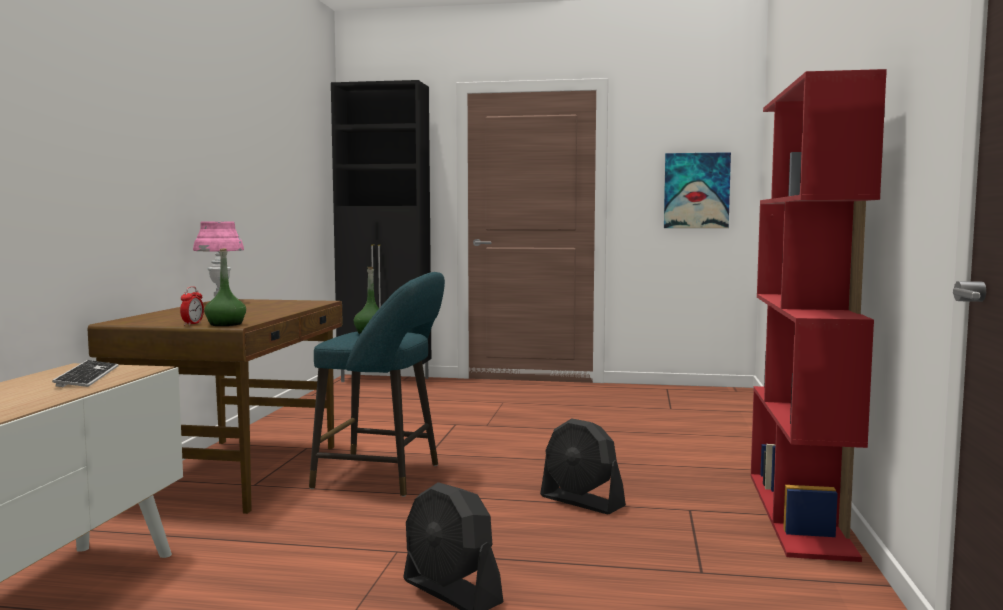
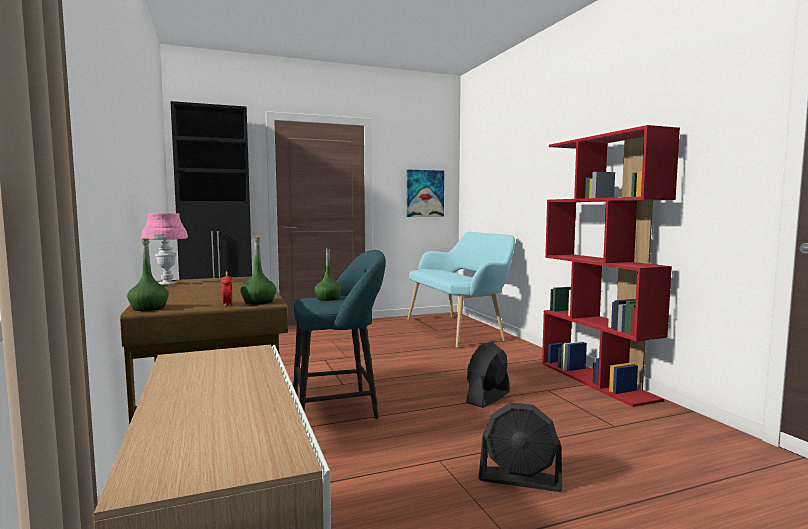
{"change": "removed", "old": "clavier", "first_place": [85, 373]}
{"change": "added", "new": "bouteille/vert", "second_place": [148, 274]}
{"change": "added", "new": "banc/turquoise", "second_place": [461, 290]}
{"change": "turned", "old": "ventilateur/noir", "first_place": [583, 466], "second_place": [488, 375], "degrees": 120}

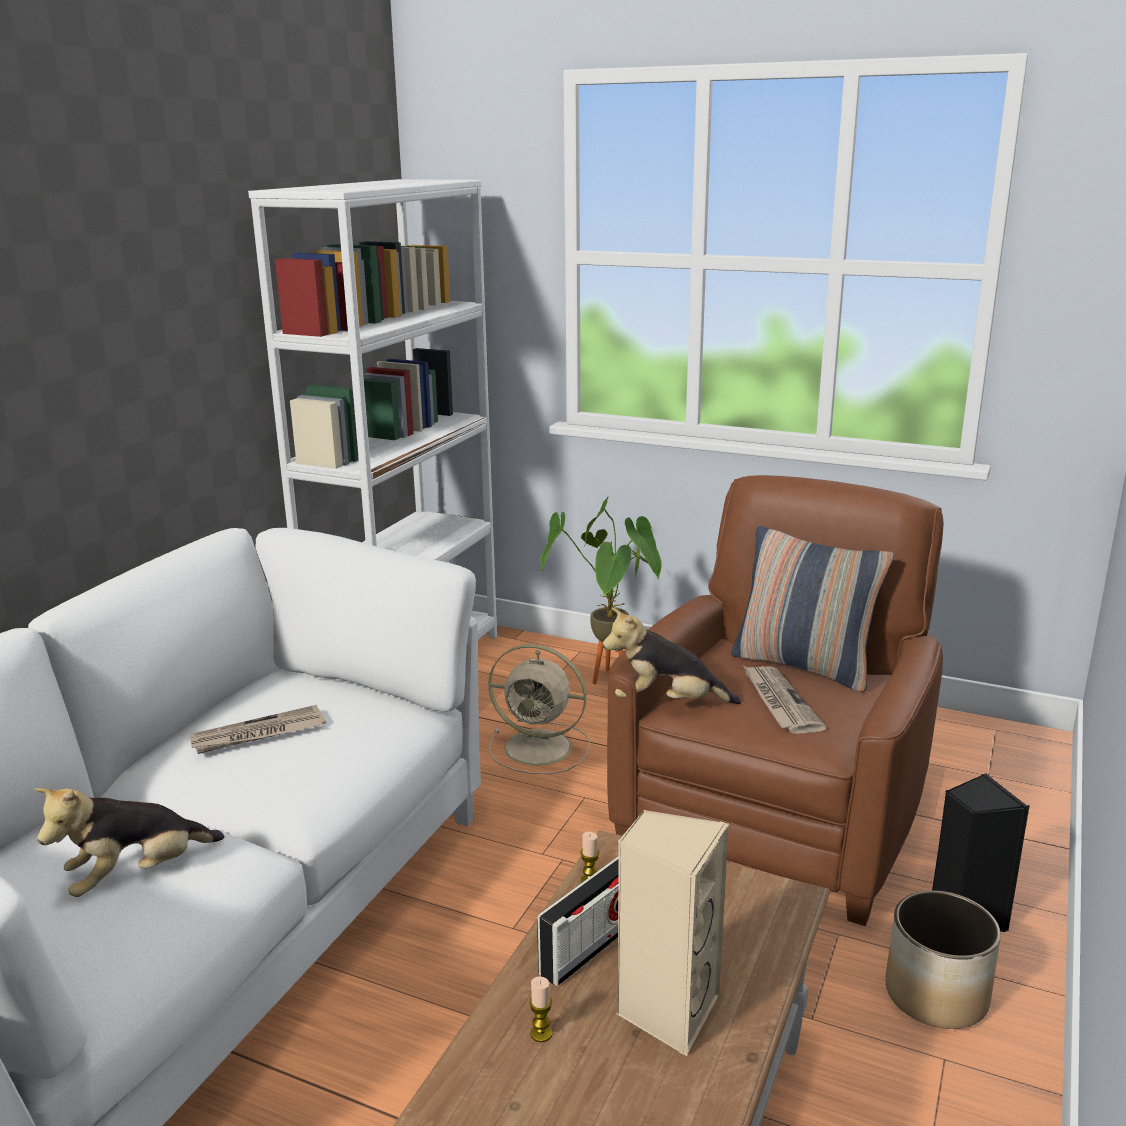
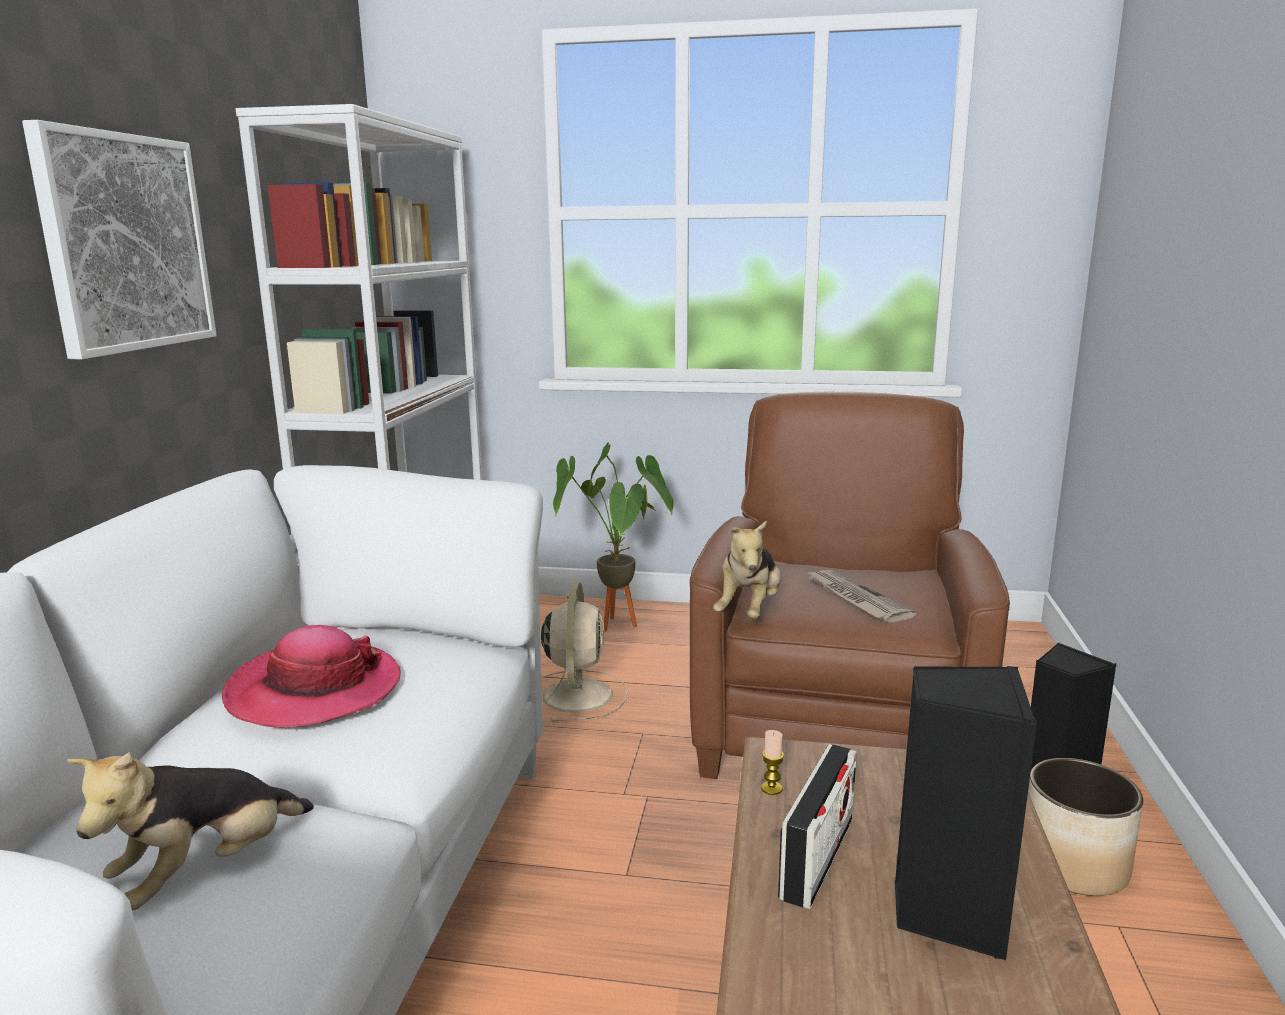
{"change": "removed", "old": "bougie", "first_place": [541, 1009]}
{"change": "removed", "old": "coussin", "first_place": [812, 609]}
{"change": "added", "new": "tableau", "second_place": [119, 239]}
{"change": "replaced", "old": "journal", "new": "chapeau", "first_place": [258, 729], "second_place": [311, 676]}
{"change": "recoloured", "old": "enceinte/beige", "new": "enceinte/noir", "first_place": [672, 932], "second_place": [966, 813]}
{"change": "turned", "old": "ventilateur/beige", "first_place": [539, 709], "second_place": [584, 653], "degrees": -90}
{"change": "turned", "old": "peluche", "first_place": [672, 656], "second_place": [747, 569], "degrees": -60}

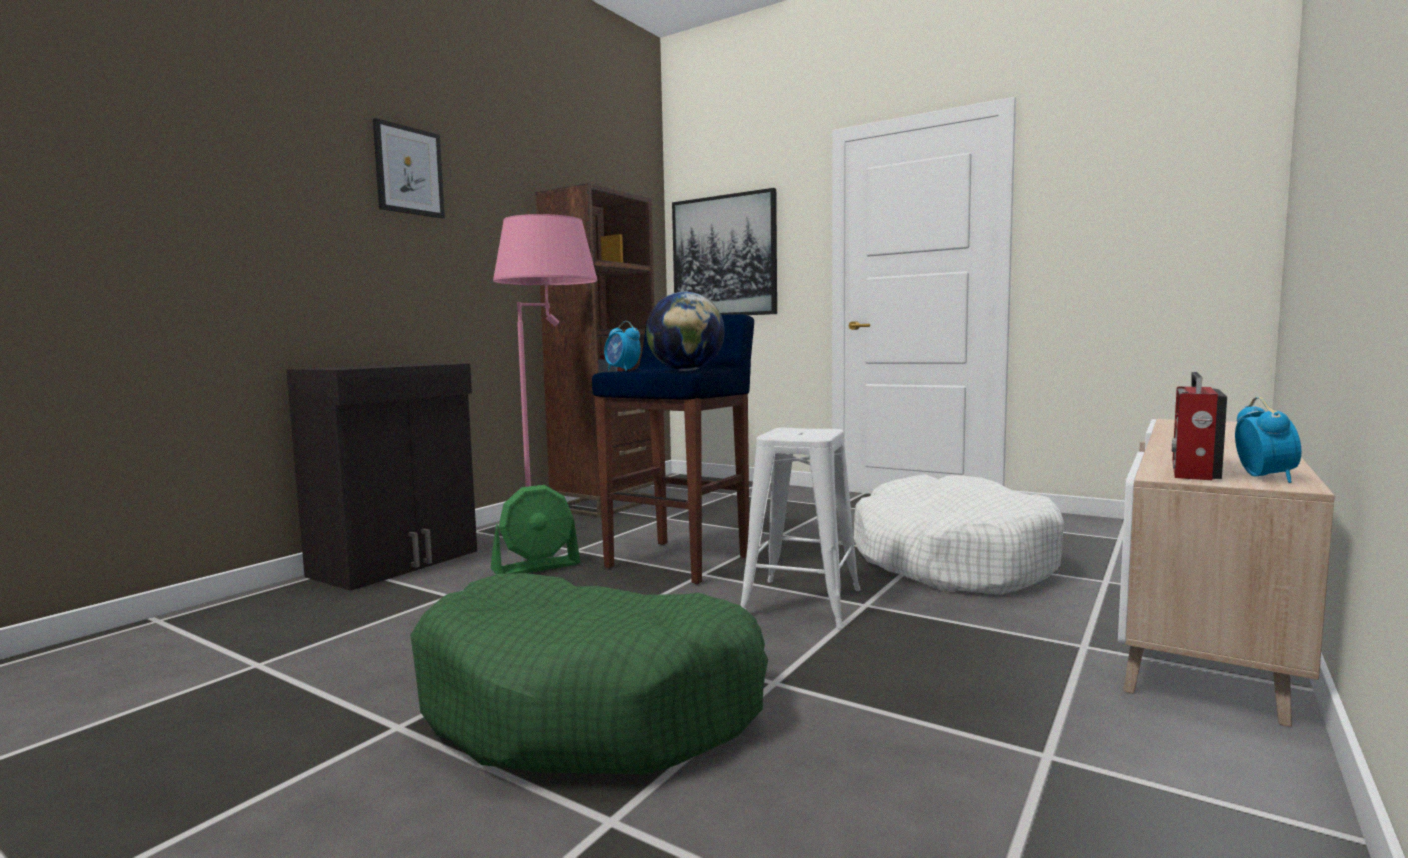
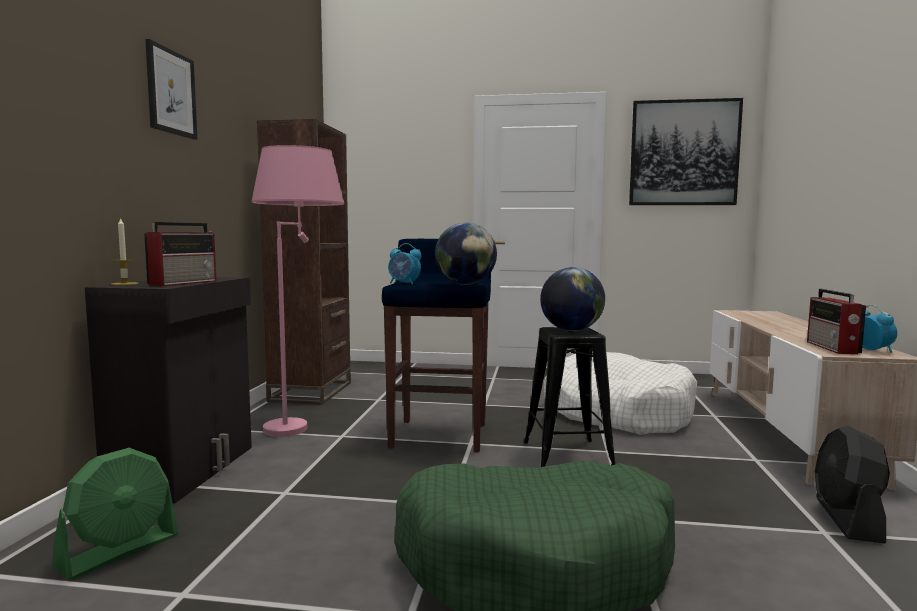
{"change": "added", "new": "bougie", "second_place": [125, 251]}
{"change": "added", "new": "radio", "second_place": [180, 254]}
{"change": "added", "new": "globe", "second_place": [572, 299]}
{"change": "added", "new": "ventilateur/noir", "second_place": [852, 484]}
{"change": "moved", "old": "ventilateur/vert", "first_place": [535, 529], "second_place": [115, 514]}
{"change": "moved", "old": "tableau", "first_place": [724, 251], "second_place": [686, 151]}
{"change": "recoloured", "old": "tabouret/blanc", "new": "tabouret/noir", "first_place": [800, 528], "second_place": [569, 397]}

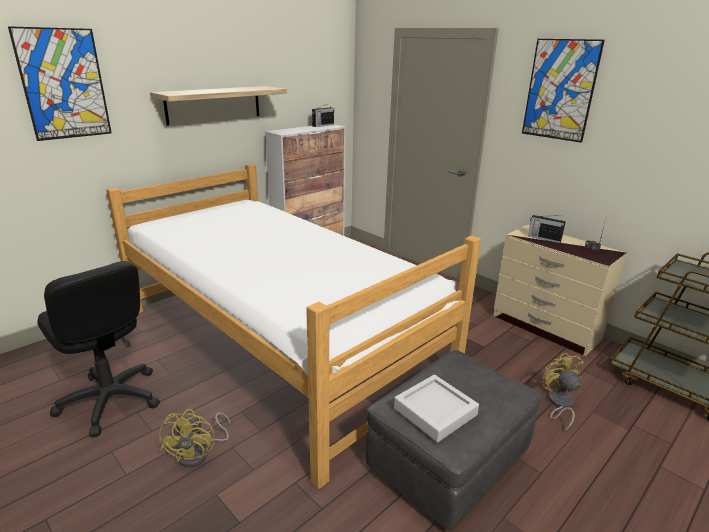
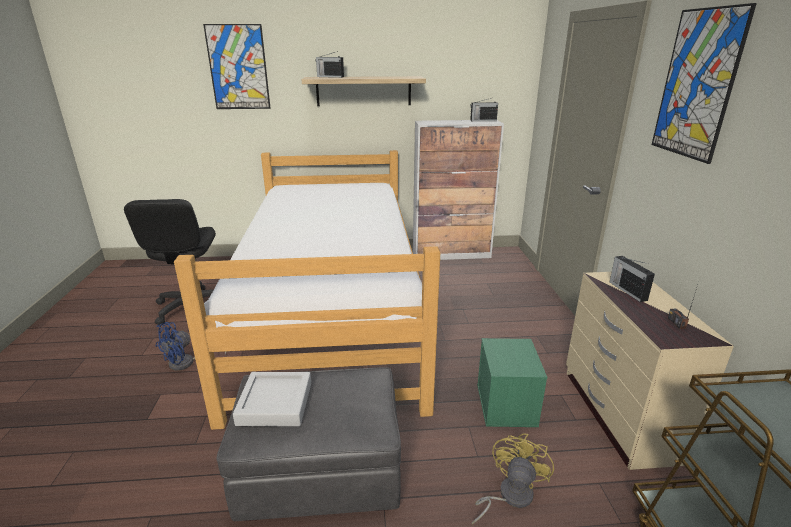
{"change": "added", "new": "radio", "second_place": [330, 64]}
{"change": "added", "new": "boîte de rangement/vert", "second_place": [512, 382]}
{"change": "recoloured", "old": "ventilateur/jaune", "new": "ventilateur/bleu", "first_place": [194, 438], "second_place": [191, 346]}

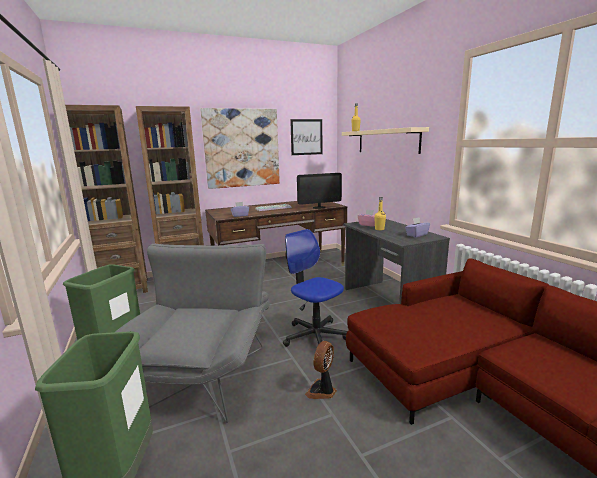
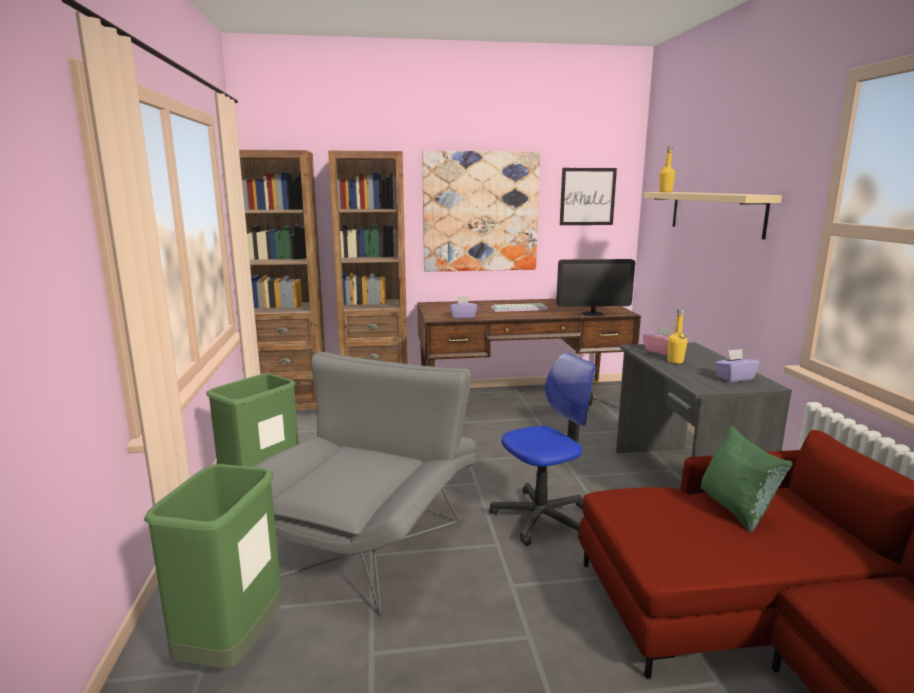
{"change": "removed", "old": "ventilateur", "first_place": [321, 370]}
{"change": "added", "new": "coussin/vert", "second_place": [746, 479]}
{"change": "turned", "old": "chaise de bureau", "first_place": [315, 288], "second_place": [542, 449], "degrees": 90}

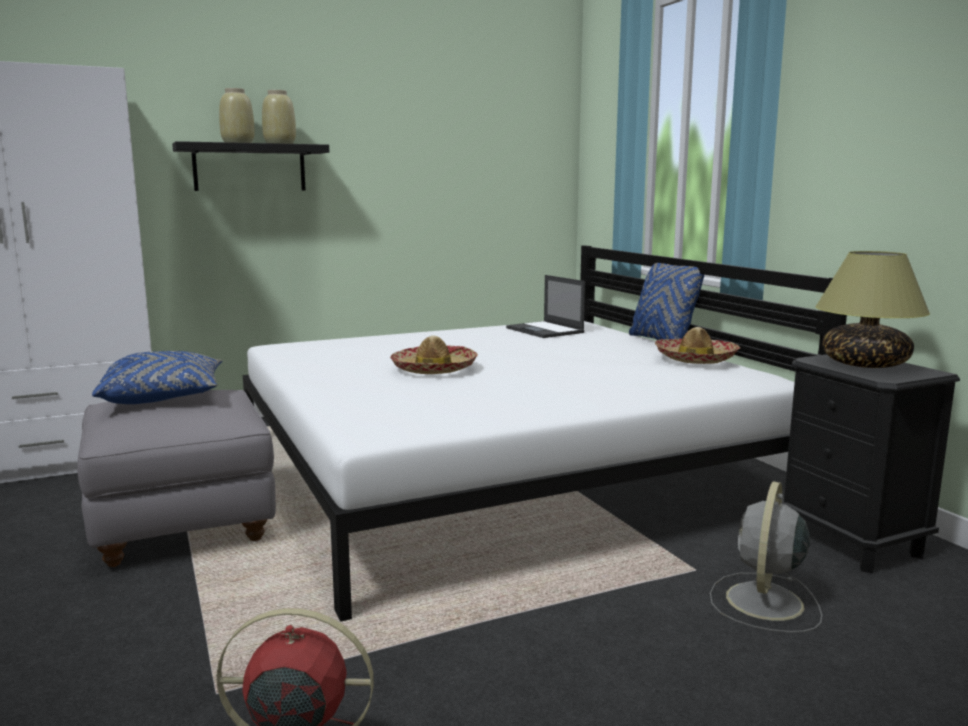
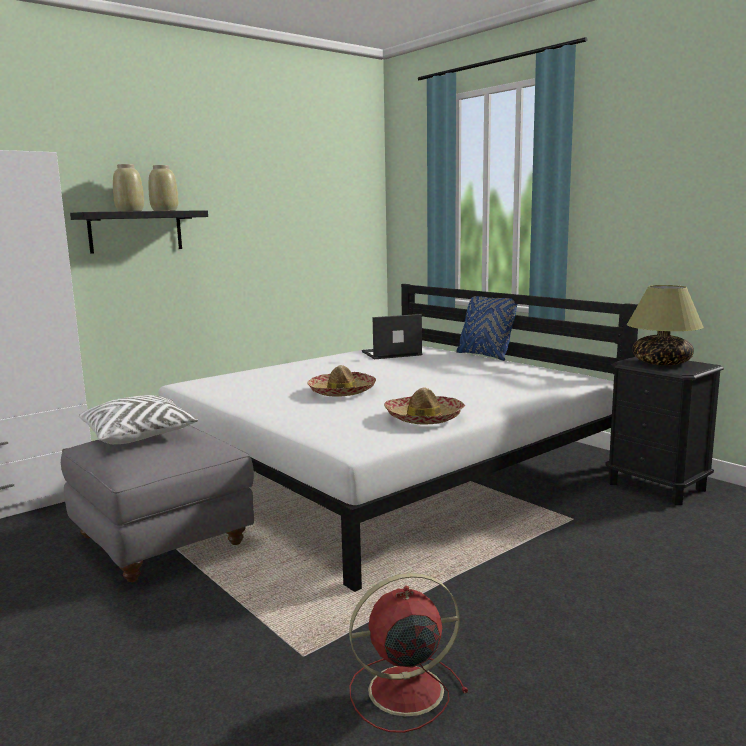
{"change": "removed", "old": "ventilateur/gris", "first_place": [766, 557]}
{"change": "moved", "old": "chapeau", "first_place": [698, 345], "second_place": [424, 406]}
{"change": "recoloured", "old": "coussin/bleu", "new": "coussin/blanc", "first_place": [157, 377], "second_place": [138, 419]}
{"change": "turned", "old": "ordinateur portable", "first_place": [545, 306], "second_place": [392, 336], "degrees": 120}

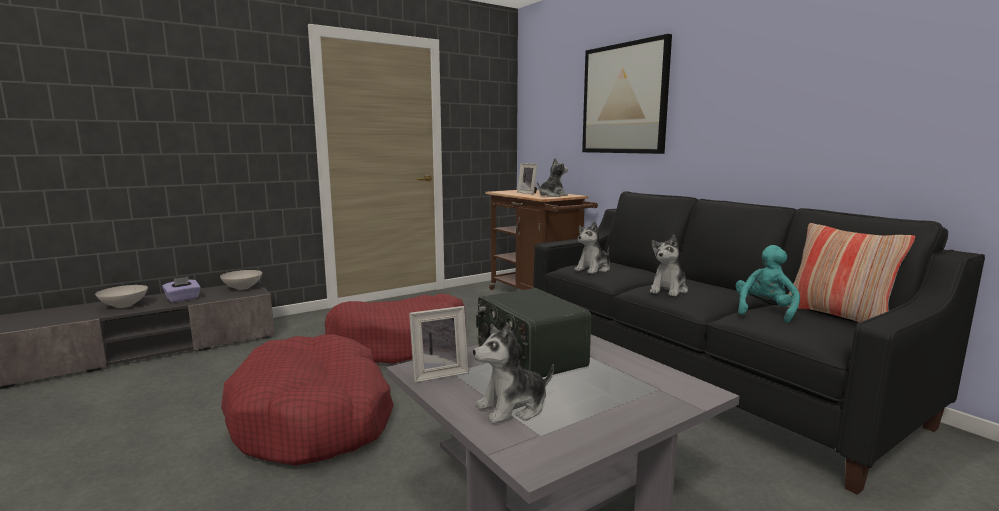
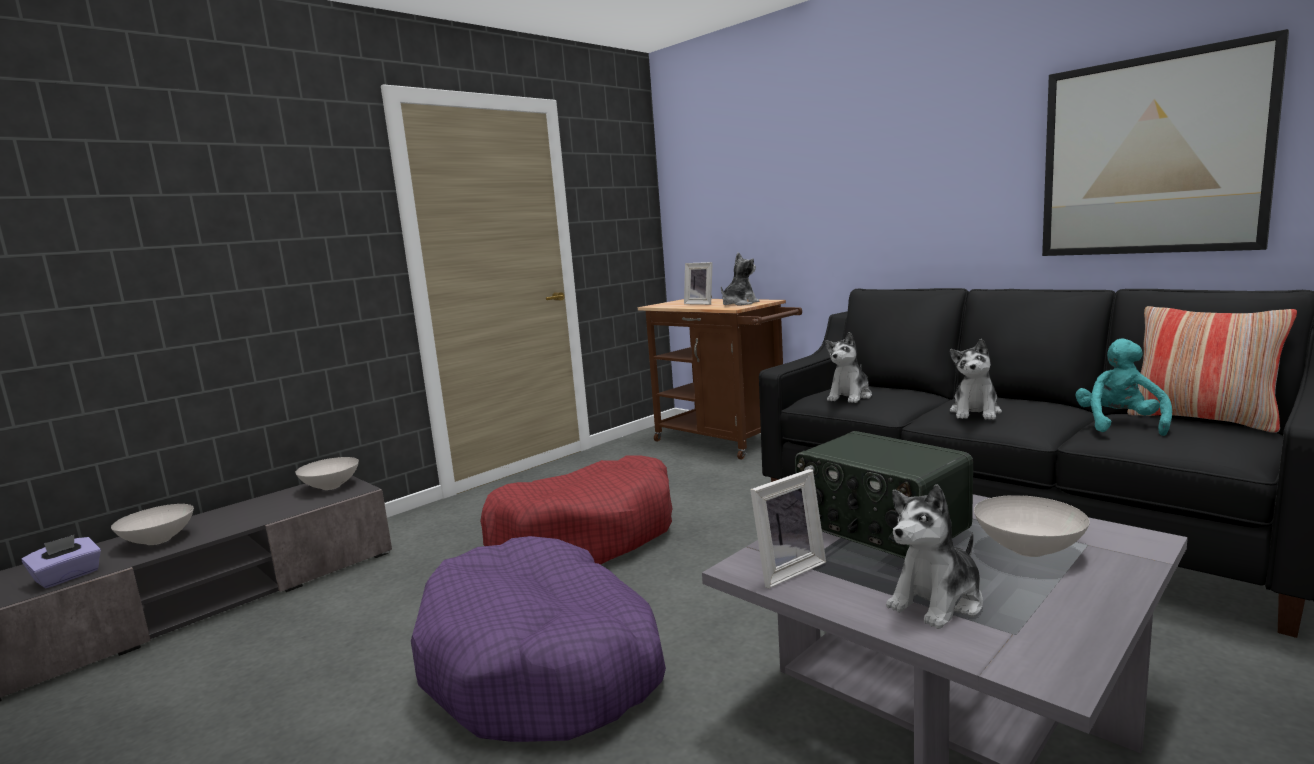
{"change": "added", "new": "bol/blanc", "second_place": [1032, 526]}
{"change": "moved", "old": "boîte à mouchoirs/violet", "first_place": [181, 289], "second_place": [61, 561]}
{"change": "moved", "old": "tableau", "first_place": [627, 94], "second_place": [1165, 142]}
{"change": "recoloured", "old": "panier pour chien/rouge", "new": "panier pour chien/violet", "first_place": [307, 400], "second_place": [538, 639]}

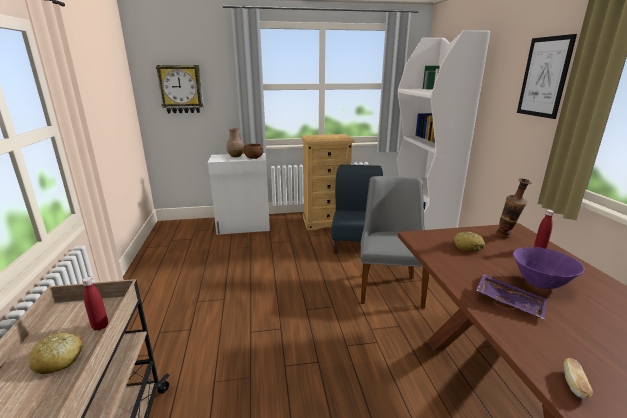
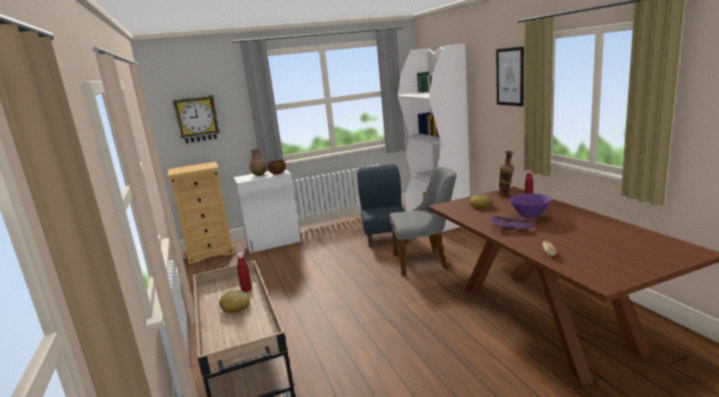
{"change": "moved", "old": "commode/beige", "first_place": [327, 182], "second_place": [201, 212]}
{"change": "turned", "old": "chaise/gris", "first_place": [394, 242], "second_place": [423, 221], "degrees": 90}

